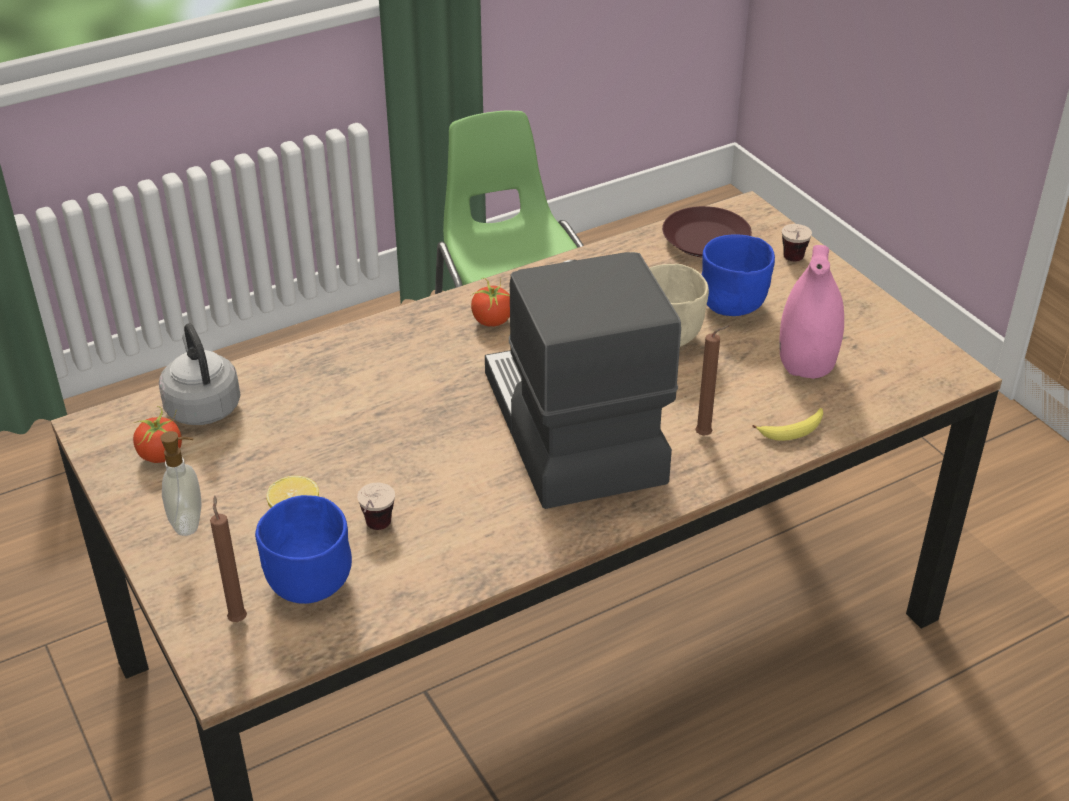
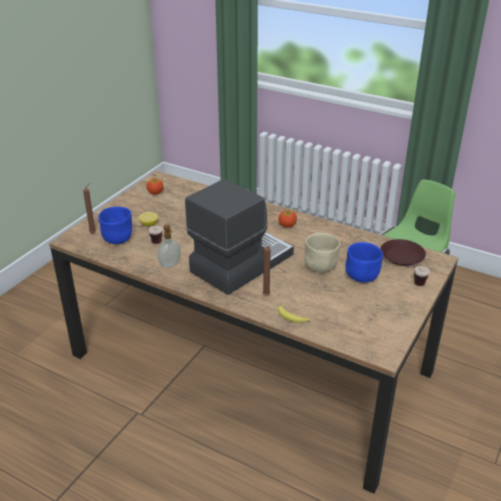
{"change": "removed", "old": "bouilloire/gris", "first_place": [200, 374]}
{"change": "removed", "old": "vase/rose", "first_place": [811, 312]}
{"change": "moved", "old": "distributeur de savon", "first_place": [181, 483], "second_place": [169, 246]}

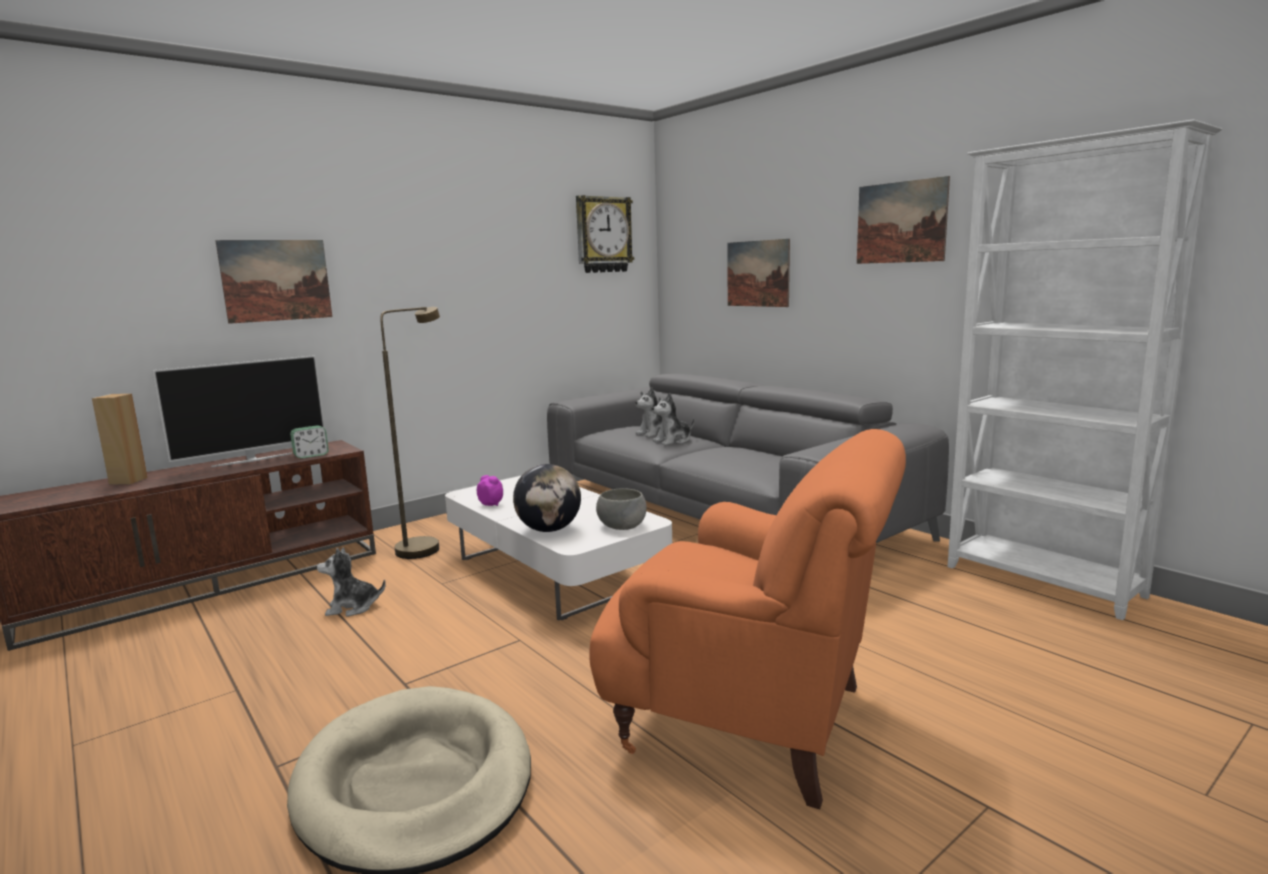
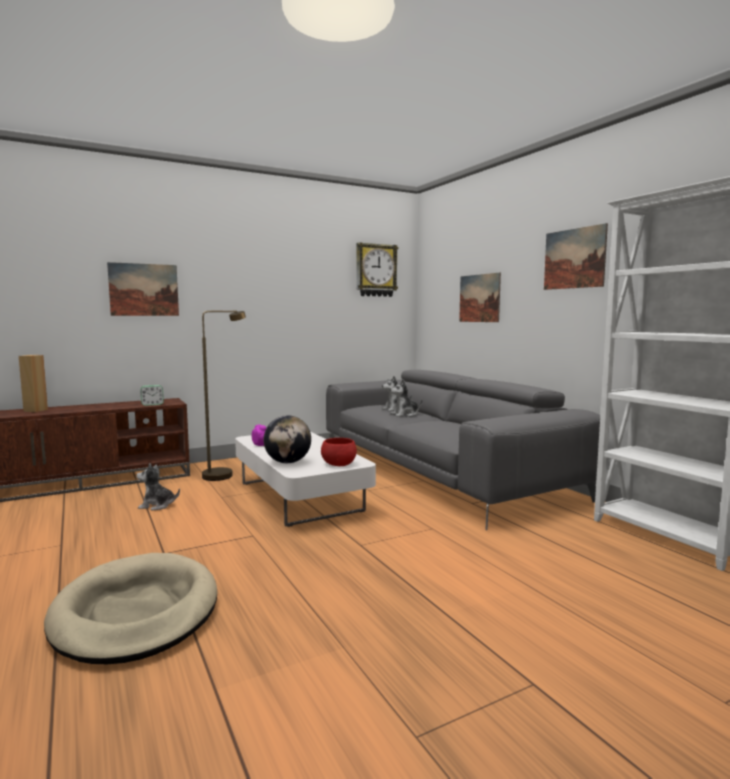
{"change": "removed", "old": "téléviseur", "first_place": [238, 411]}
{"change": "removed", "old": "fauteuil/orange", "first_place": [747, 619]}
{"change": "recoloured", "old": "bol/gris", "new": "bol/rouge", "first_place": [621, 509], "second_place": [339, 452]}

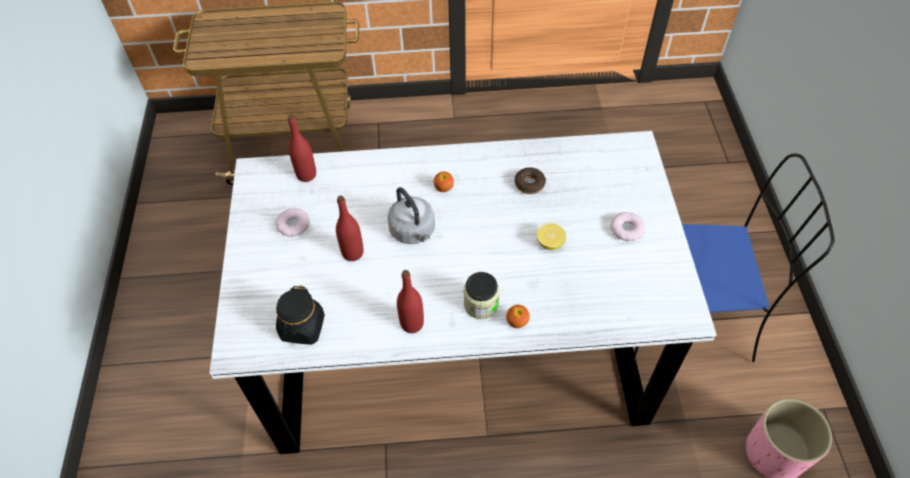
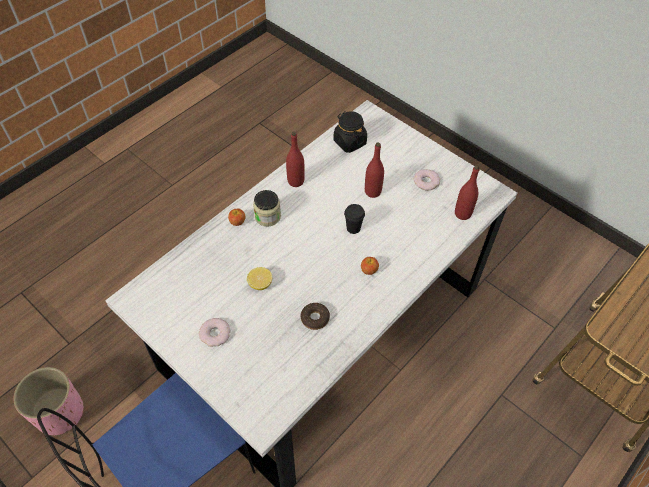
{"change": "replaced", "old": "bouilloire/gris", "new": "tasse/noir", "first_place": [411, 215], "second_place": [354, 219]}

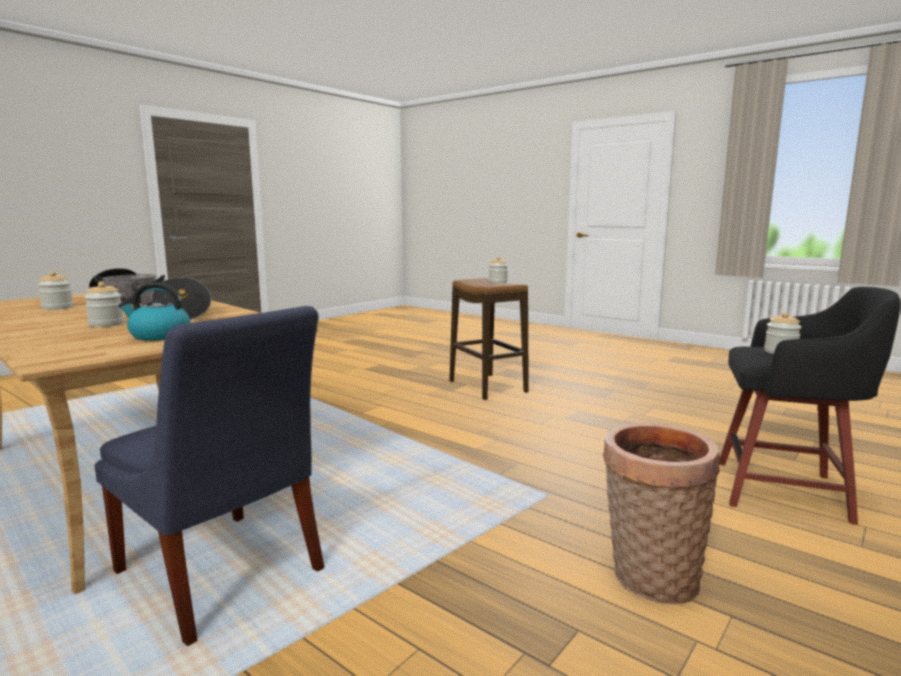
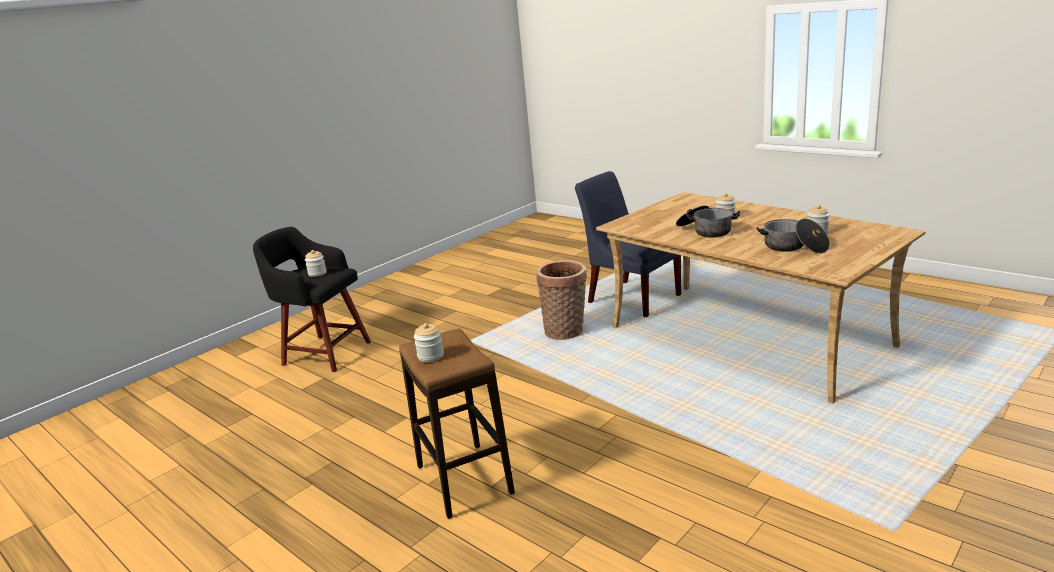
{"change": "removed", "old": "bouilloire", "first_place": [154, 311]}
{"change": "moved", "old": "panier", "first_place": [661, 514], "second_place": [562, 300]}

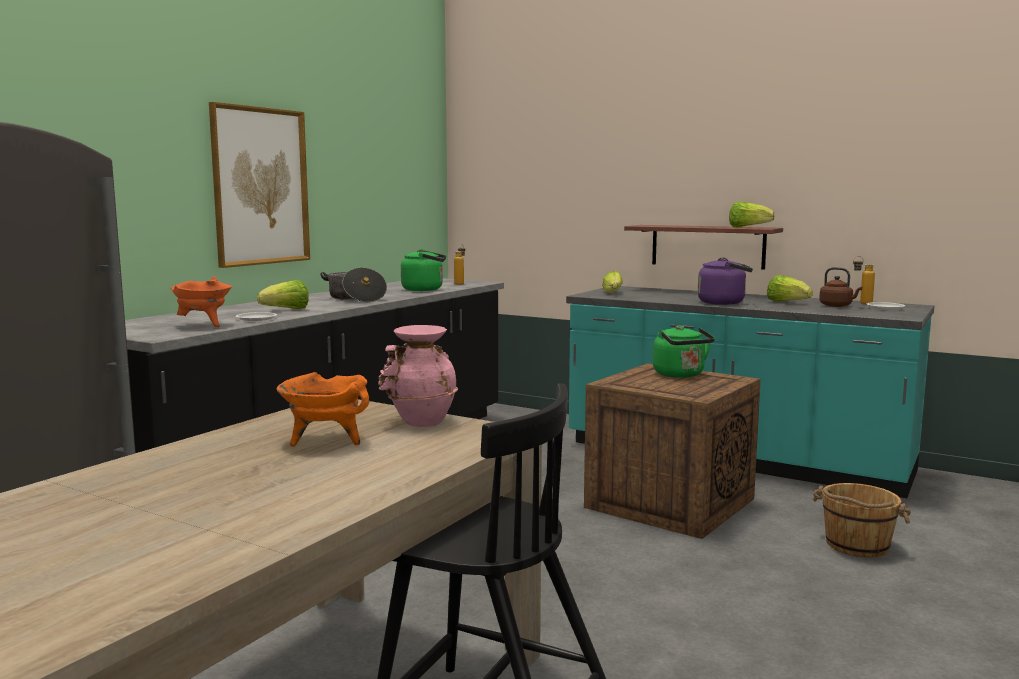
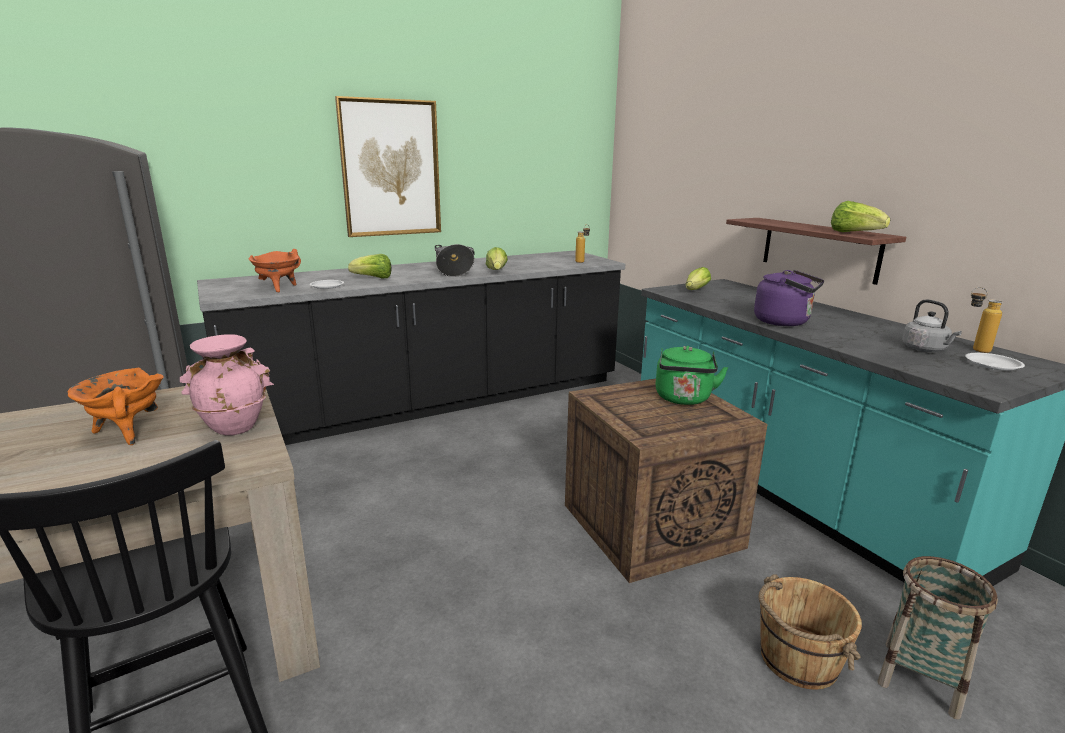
{"change": "removed", "old": "bouilloire/vert", "first_place": [423, 270]}
{"change": "added", "new": "panier", "second_place": [937, 638]}
{"change": "moved", "old": "laitue", "first_place": [790, 288], "second_place": [497, 258]}
{"change": "recoloured", "old": "bouilloire/marron", "new": "bouilloire/gris", "first_place": [840, 287], "second_place": [932, 325]}

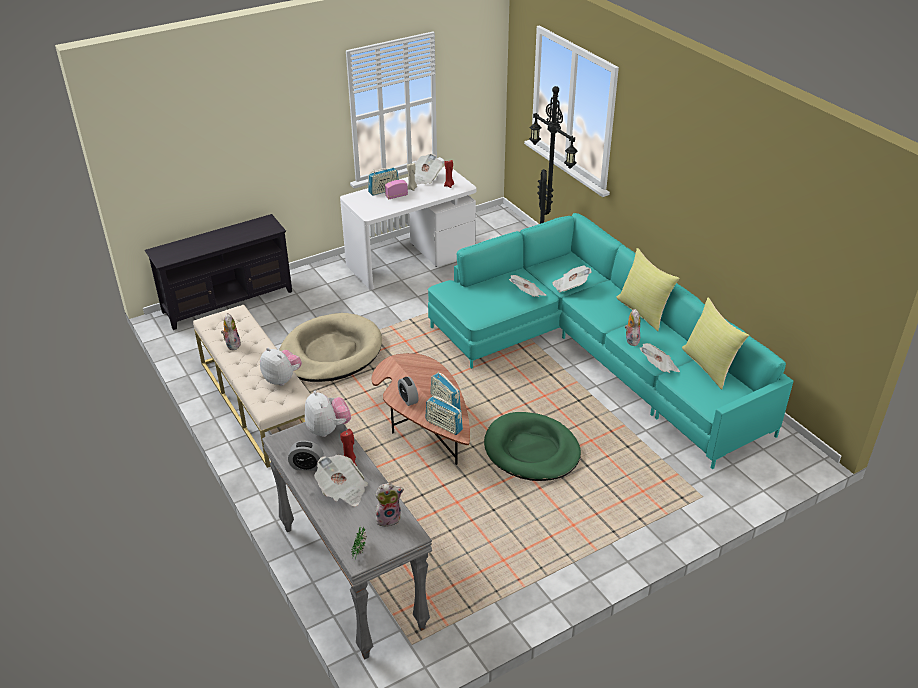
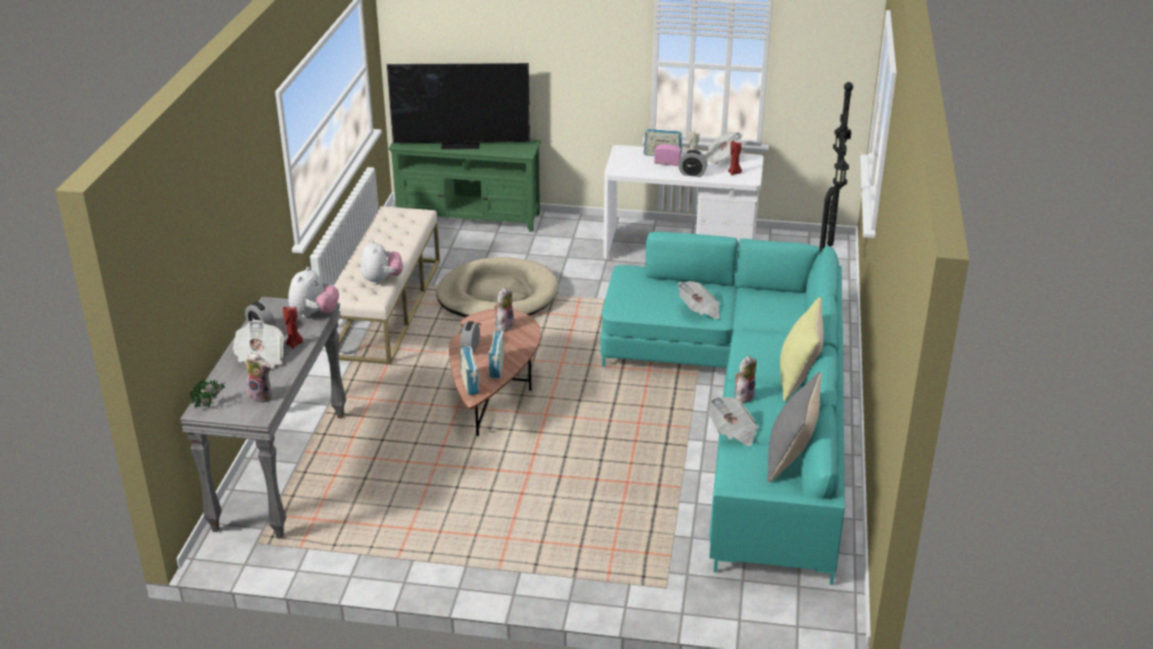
{"change": "removed", "old": "panier pour chien/vert", "first_place": [532, 446]}
{"change": "removed", "old": "journal", "first_place": [572, 279]}
{"change": "added", "new": "téléviseur", "second_place": [458, 106]}
{"change": "added", "new": "réveil", "second_place": [693, 163]}
{"change": "moved", "old": "peluche", "first_place": [231, 331], "second_place": [504, 309]}
{"change": "recoloured", "old": "meuble télé/noir", "new": "meuble télé/vert", "first_place": [218, 272], "second_place": [465, 185]}
{"change": "recoloured", "old": "coussin/jaune", "new": "coussin/gris", "first_place": [715, 343], "second_place": [794, 427]}

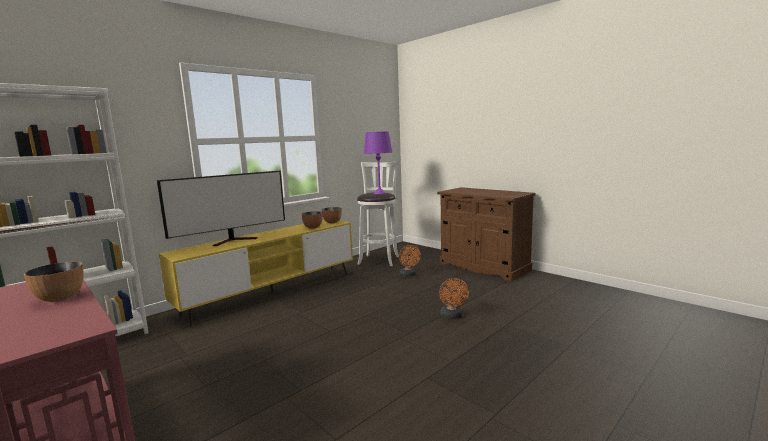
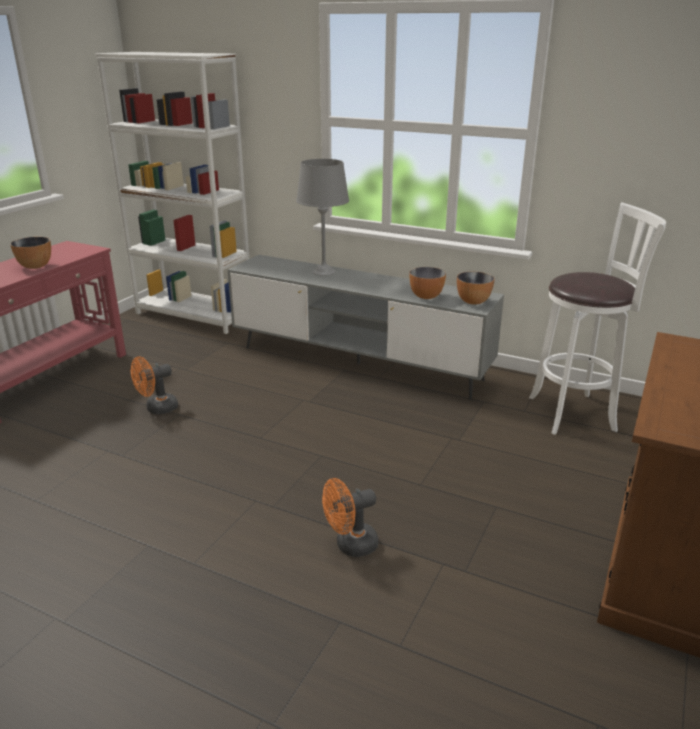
{"change": "removed", "old": "lampe de table/violet", "first_place": [378, 162]}
{"change": "moved", "old": "ventilateur/orange", "first_place": [410, 261], "second_place": [154, 385]}
{"change": "replaced", "old": "téléviseur", "new": "lampe de table/gris", "first_place": [221, 208], "second_place": [322, 217]}
{"change": "recoloured", "old": "meuble télé/jaune", "new": "meuble télé/gris", "first_place": [256, 273], "second_place": [366, 327]}

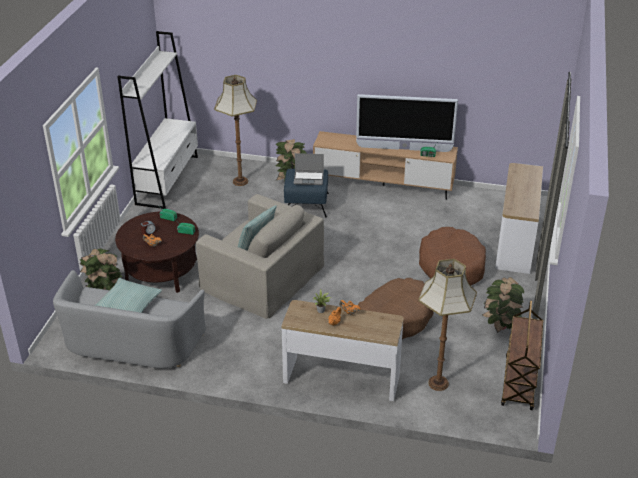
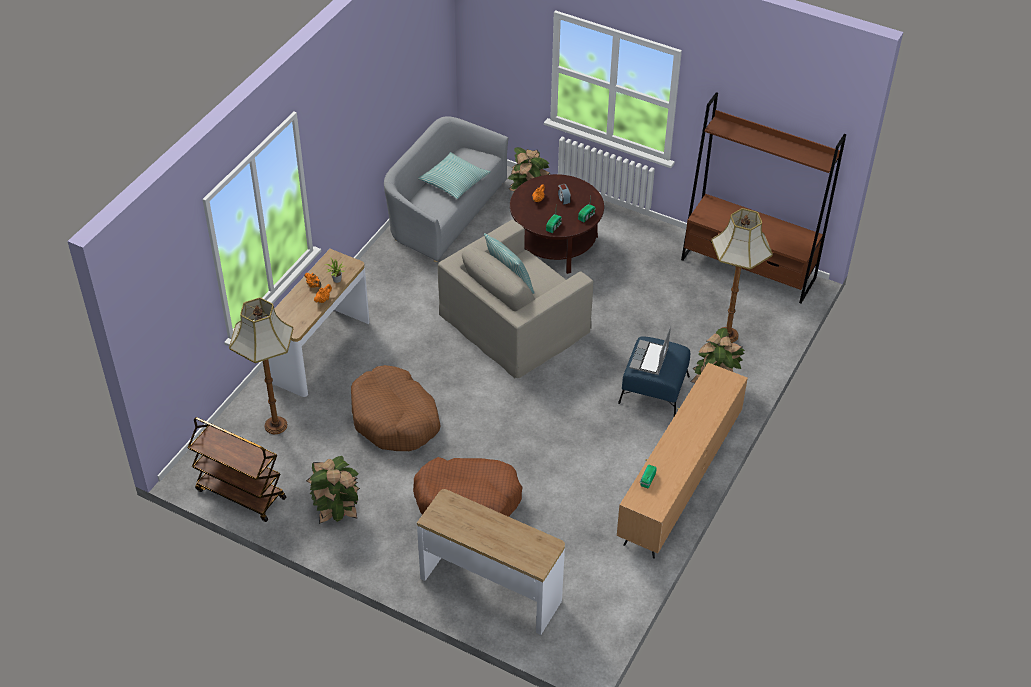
{"change": "removed", "old": "téléviseur", "first_place": [407, 123]}
{"change": "recoloured", "old": "bibliothèque/blanc", "new": "bibliothèque/marron", "first_place": [157, 120], "second_place": [763, 198]}

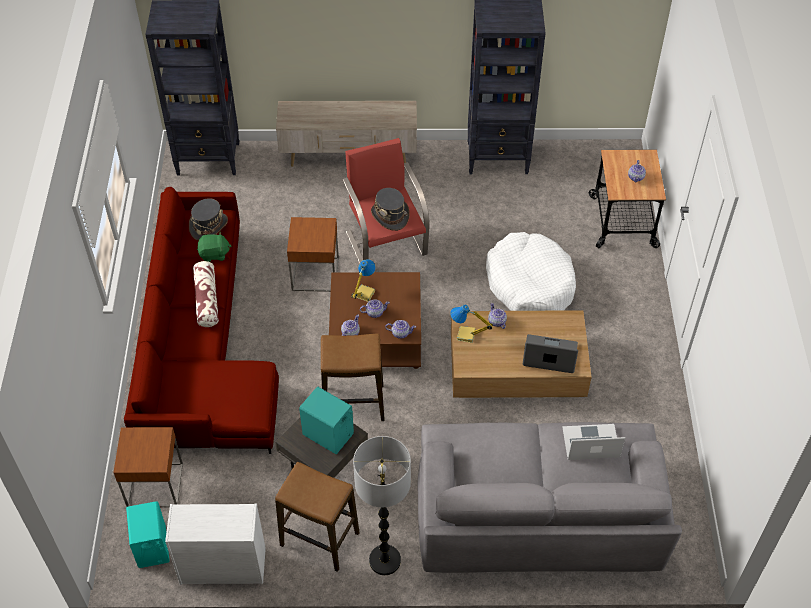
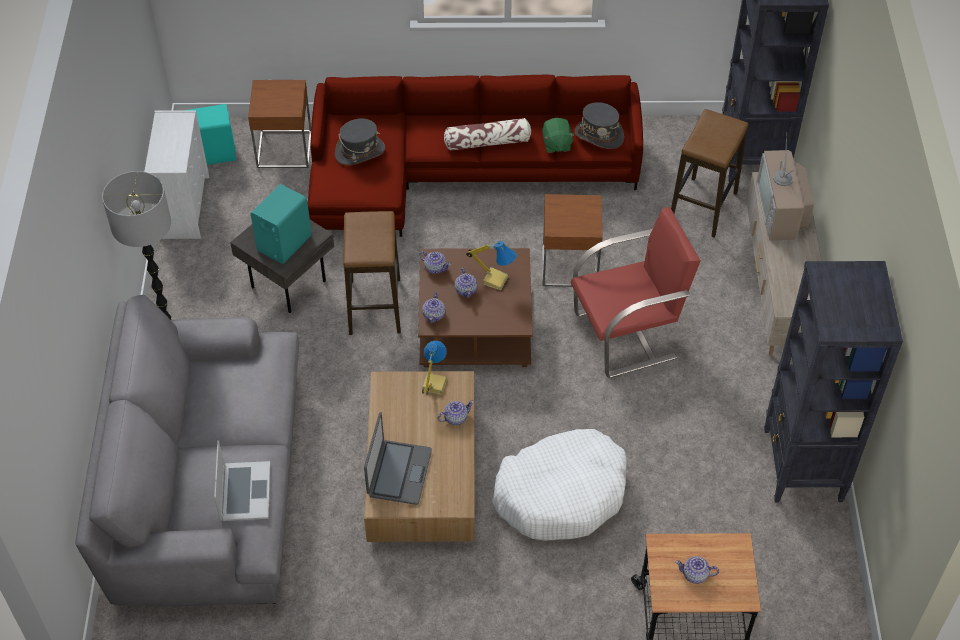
{"change": "added", "new": "téléviseur", "second_place": [785, 186]}
{"change": "moved", "old": "tabouret", "first_place": [317, 517], "second_place": [709, 173]}
{"change": "moved", "old": "chapeau/gris", "first_place": [390, 209], "second_place": [360, 142]}

